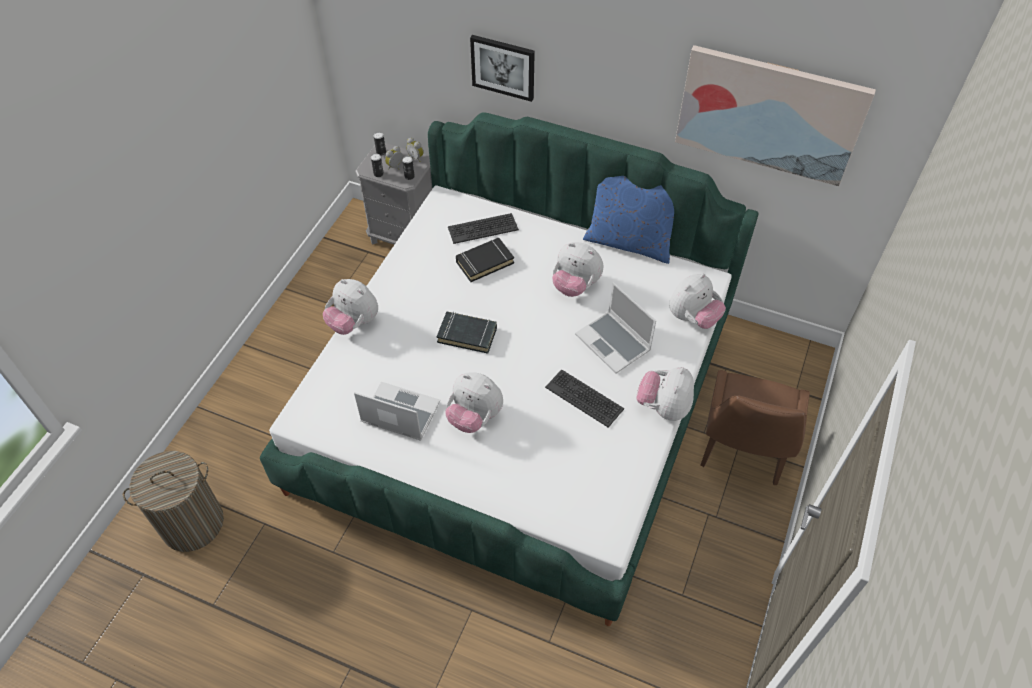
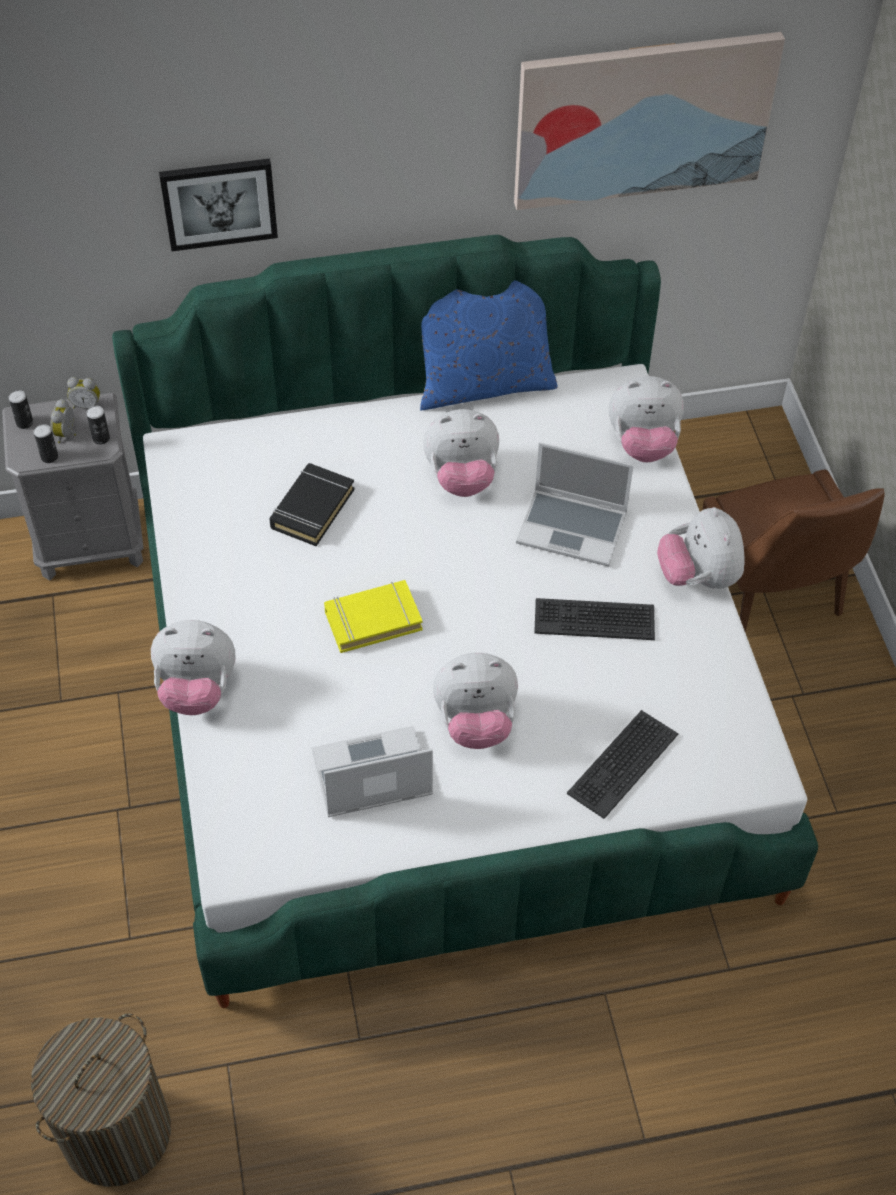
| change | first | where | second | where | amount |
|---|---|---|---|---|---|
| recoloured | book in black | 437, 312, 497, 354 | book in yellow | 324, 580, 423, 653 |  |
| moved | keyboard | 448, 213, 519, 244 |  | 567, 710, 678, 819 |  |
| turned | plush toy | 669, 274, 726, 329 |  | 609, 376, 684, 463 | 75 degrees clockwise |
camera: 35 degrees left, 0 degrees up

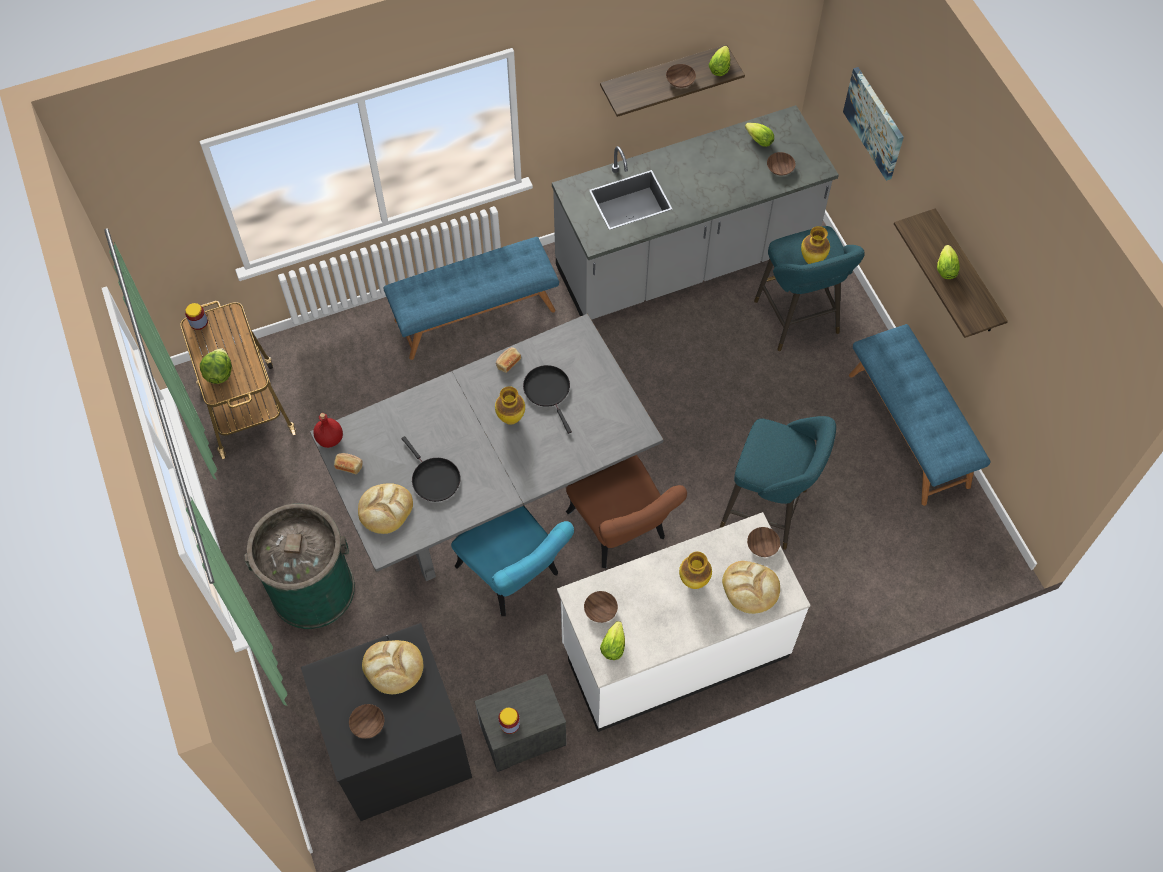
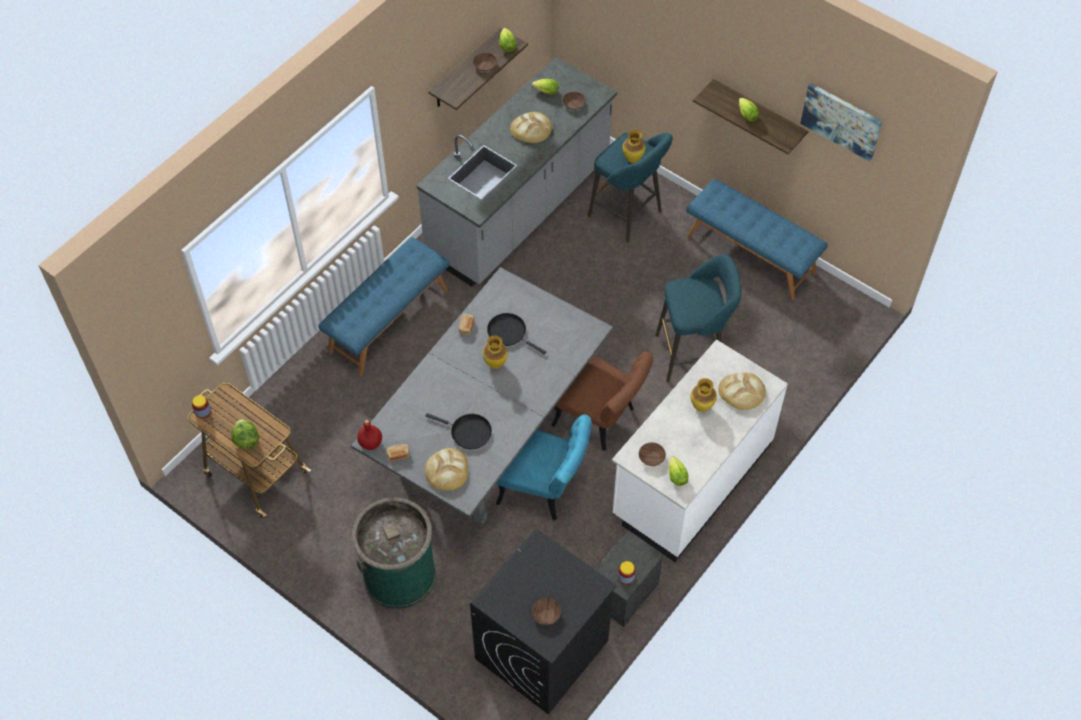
| change | first | where | second | where | amount |
|---|---|---|---|---|---|
| moved | bread | 362, 640, 423, 694 |  | 510, 112, 552, 143 |  |
| moved | picture | 843, 67, 904, 181 |  | 800, 83, 883, 162 |  |
| removed | bowl in brown | 747, 527, 780, 557 |  |  |  |
camera: 30 degrees left, 5 degrees down

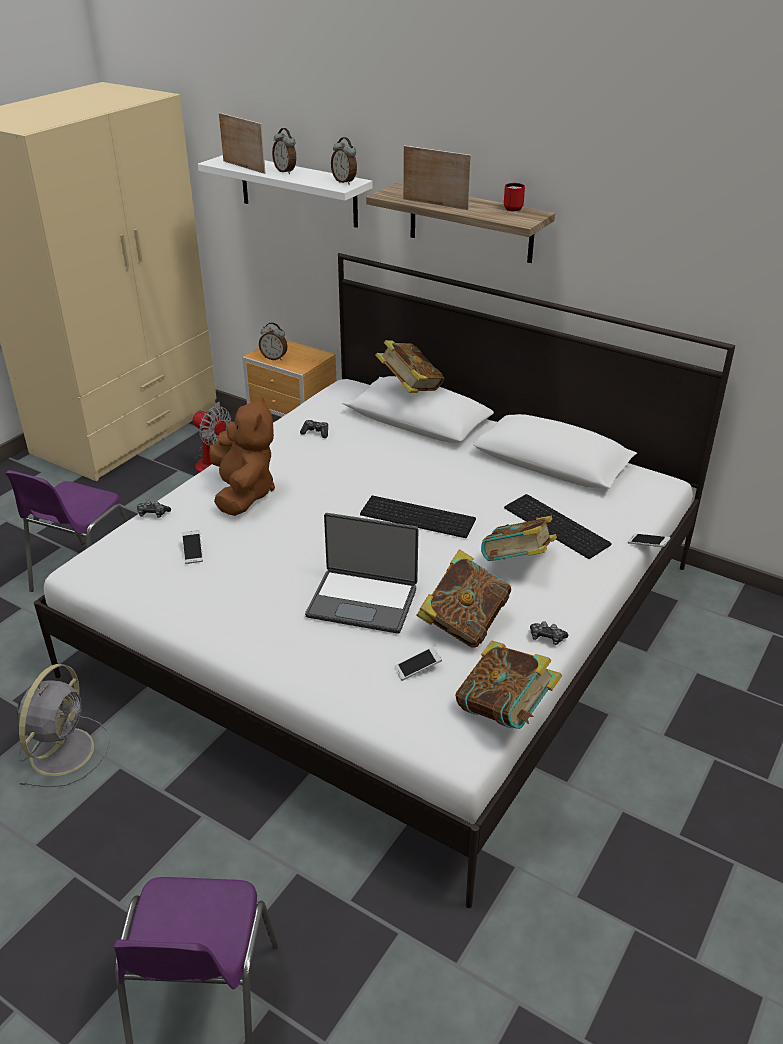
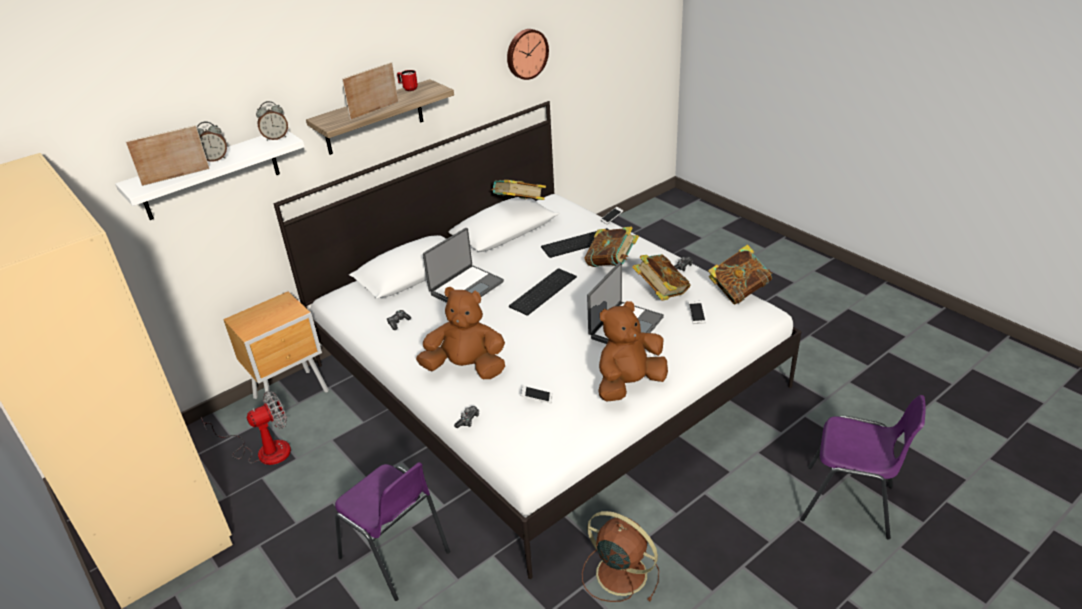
| change | first | where | second | where | amount |
|---|---|---|---|---|---|
| added |  |  | laptop | 423, 228, 504, 303 |  |
| moved | book | 375, 340, 445, 393 |  | 491, 180, 546, 200 |  |
| added |  |  | wall clock | 507, 29, 549, 80 |  |
| recoloured | fan in grey | 17, 664, 110, 787 | fan in brown | 582, 511, 659, 602 |  |
| added |  |  | plush toy in brown | 598, 301, 668, 402 |  |
| removed | alarm clock | 259, 323, 288, 361 |  |  |  |
camera: 70 degrees left, 0 degrees up

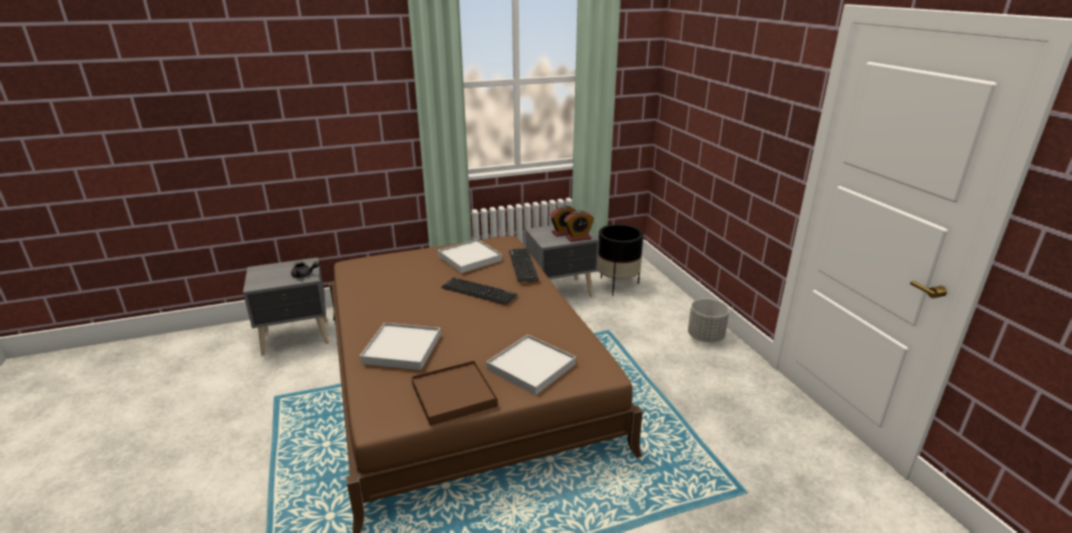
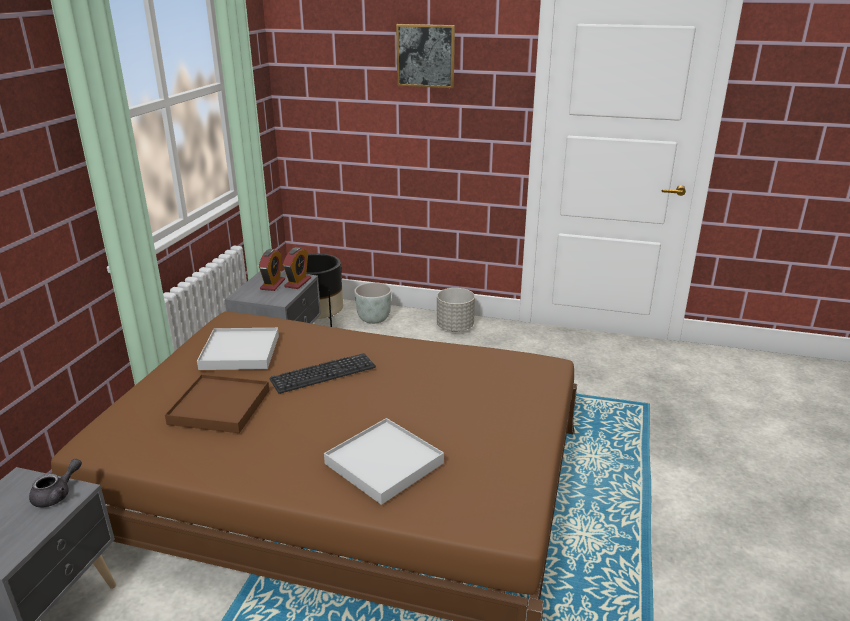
| change | first | where | second | where | amount |
|---|---|---|---|---|---|
| moved | tray in brown | 411, 360, 498, 426 |  | 165, 374, 269, 433 |  |
| added |  |  | planter in grey | 354, 282, 392, 324 |  |
| added |  |  | picture | 396, 24, 455, 88 |  |
| removed | tray in white | 486, 335, 576, 395 |  |  |  |
| removed | keyboard | 509, 248, 539, 282 |  |  |  |
camera: 55 degrees left, 0 degrees up

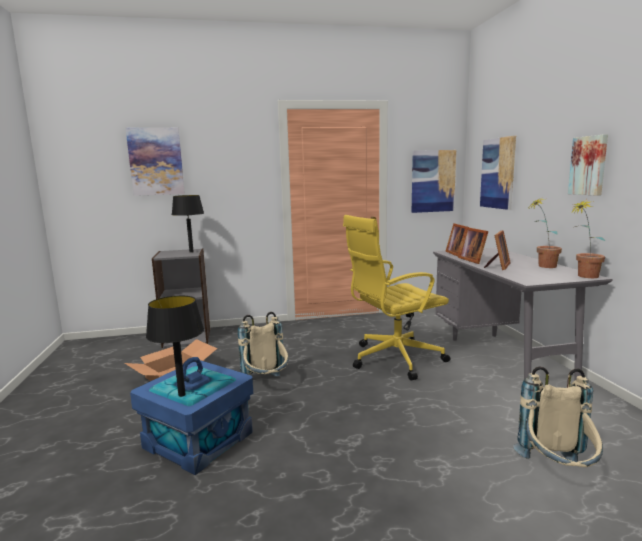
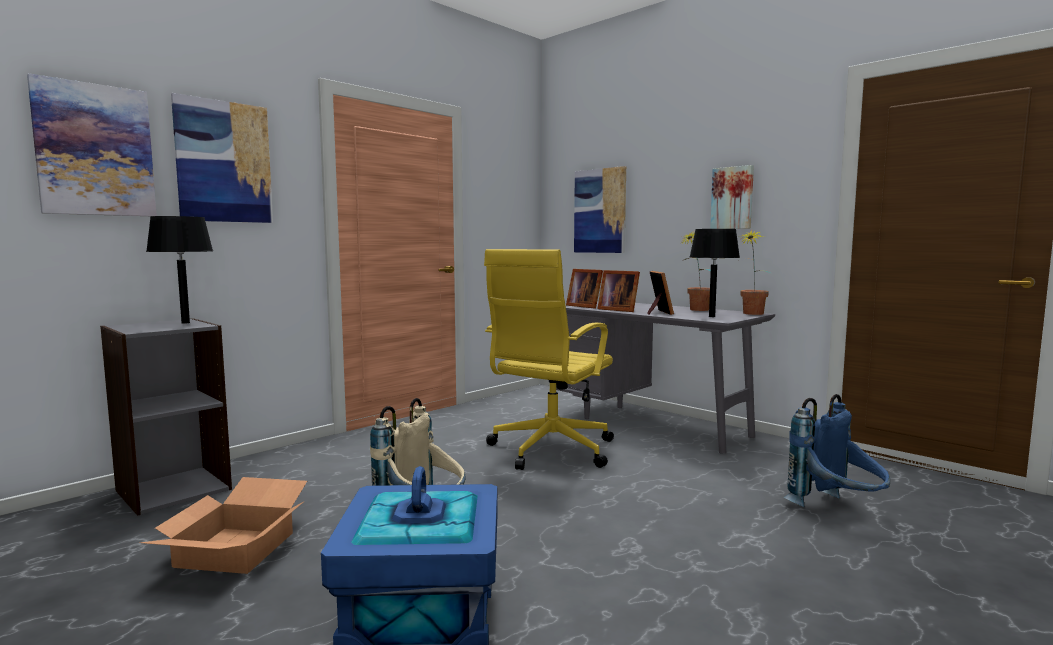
| change | first | where | second | where | amount |
|---|---|---|---|---|---|
| moved | picture | 412, 150, 456, 213 |  | 171, 93, 273, 223 |  |
| moved | table lamp in black | 146, 296, 204, 397 |  | 690, 229, 740, 317 |  |
| recoloured | backpack in beige | 513, 367, 603, 467 | backpack in blue | 783, 394, 890, 507 |  |
camera: 35 degrees left, 5 degrees down

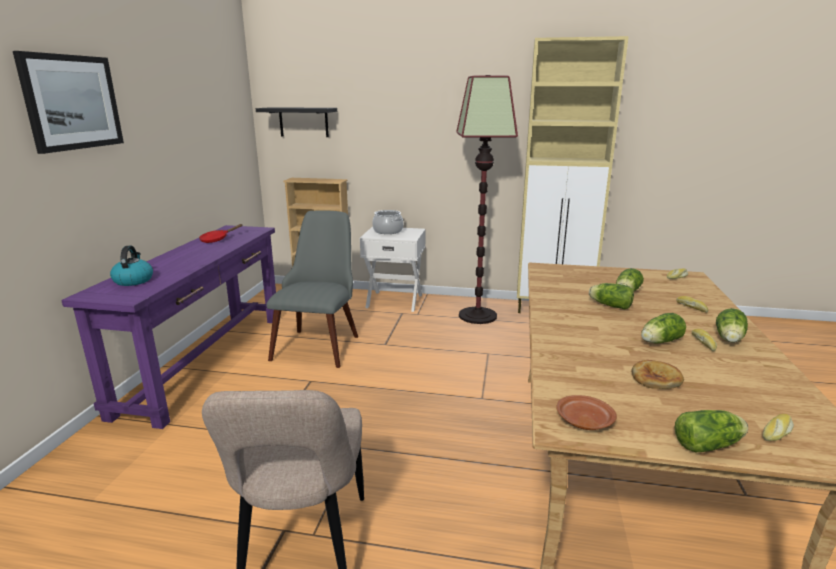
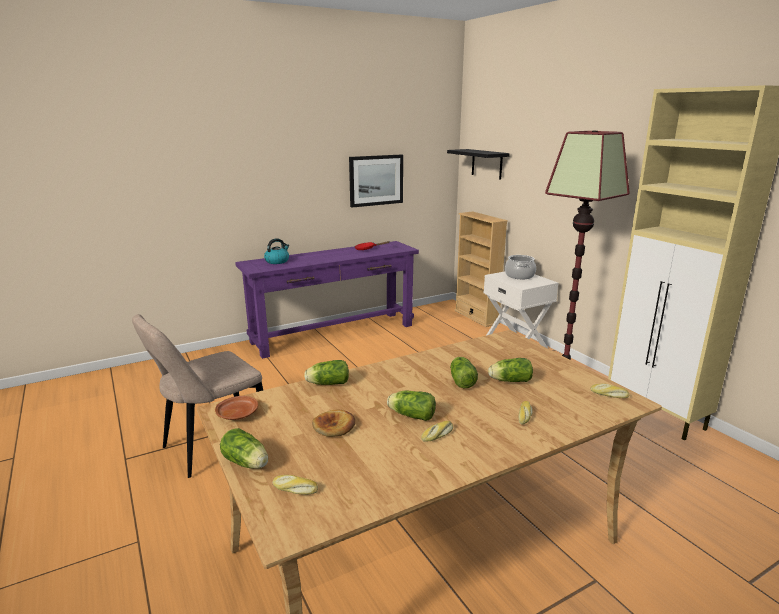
| change | first | where | second | where | amount |
|---|---|---|---|---|---|
| moved | lettuce | 716, 308, 748, 343 |  | 304, 360, 349, 385 |  |
| moved | picture | 13, 51, 124, 154 |  | 349, 154, 403, 208 |  |
| removed | chair in grey | 266, 210, 358, 368 |  |  |  |
camera: 50 degrees right, 0 degrees up

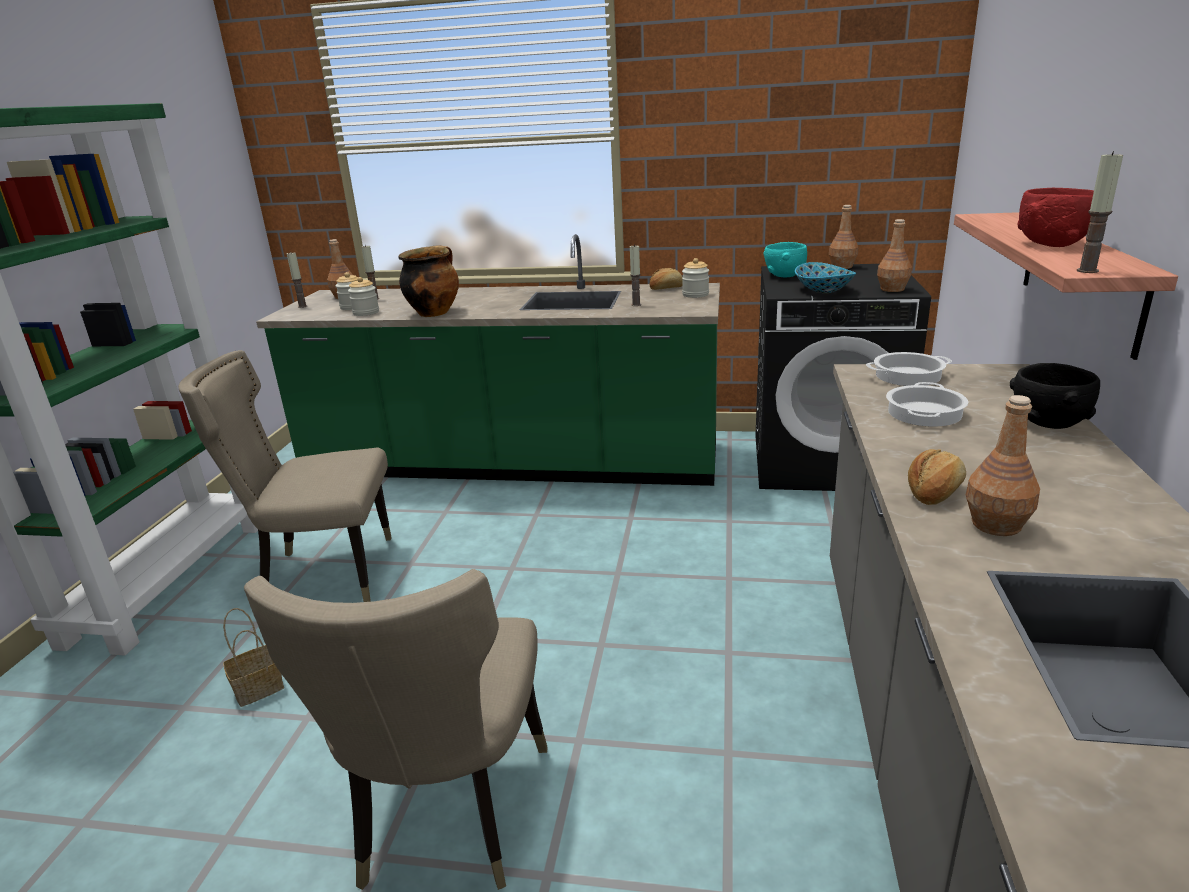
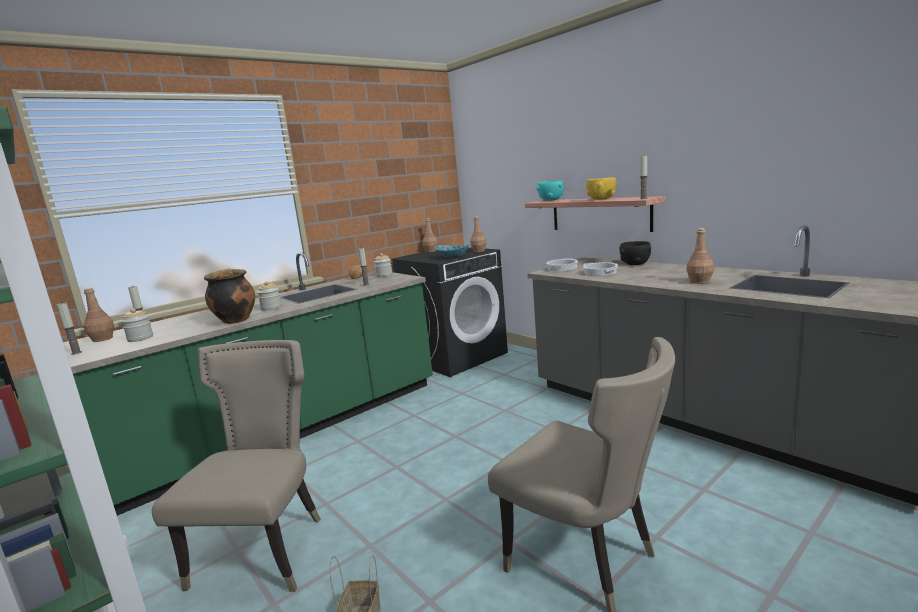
| change | first | where | second | where | amount |
|---|---|---|---|---|---|
| turned | chair in beige | 178, 350, 392, 602 |  | 152, 340, 321, 592 | 150 degrees clockwise |
| moved | jar | 348, 277, 379, 316 |  | 257, 281, 282, 311 |  |
| moved | bowl in turquoise | 763, 242, 807, 277 |  | 537, 180, 564, 201 |  |
| recoloured | bowl in red | 1018, 188, 1094, 247 | bowl in yellow | 586, 177, 617, 200 |  |
| removed | bread | 908, 449, 966, 505 |  |  |  |
camera: 50 degrees left, 10 degrees down

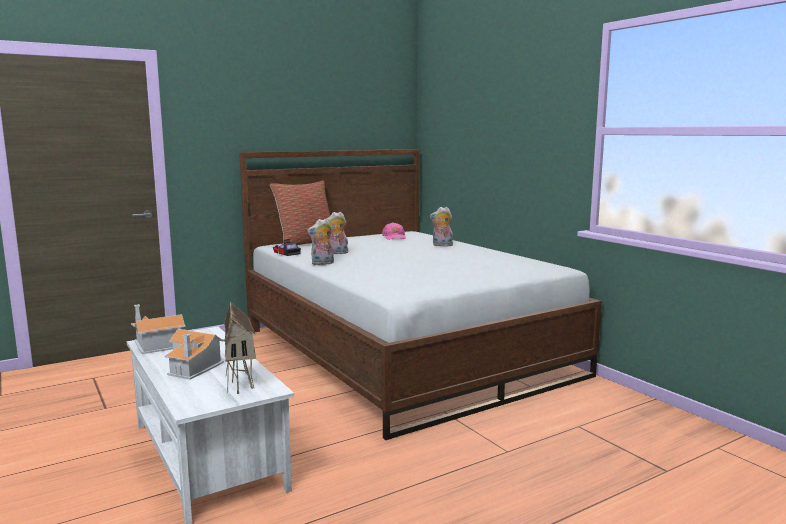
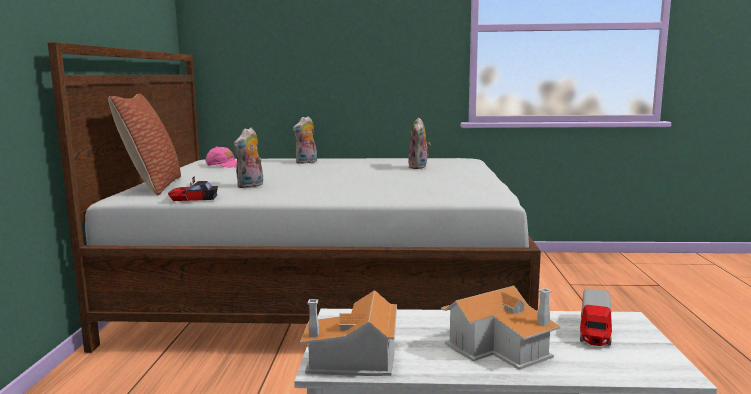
| change | first | where | second | where | amount |
|---|---|---|---|---|---|
| moved | plush toy | 307, 218, 334, 265 |  | 408, 118, 431, 169 |  |
| replaced | toy house | 224, 301, 256, 394 | toy truck | 580, 289, 612, 346 |  |
camera: 55 degrees left, 0 degrees up

